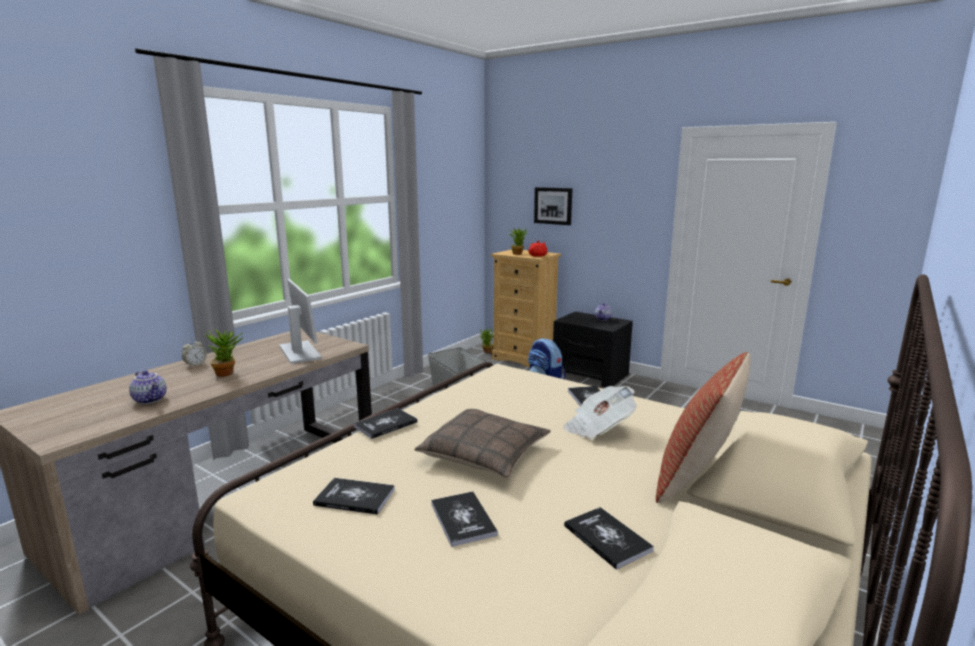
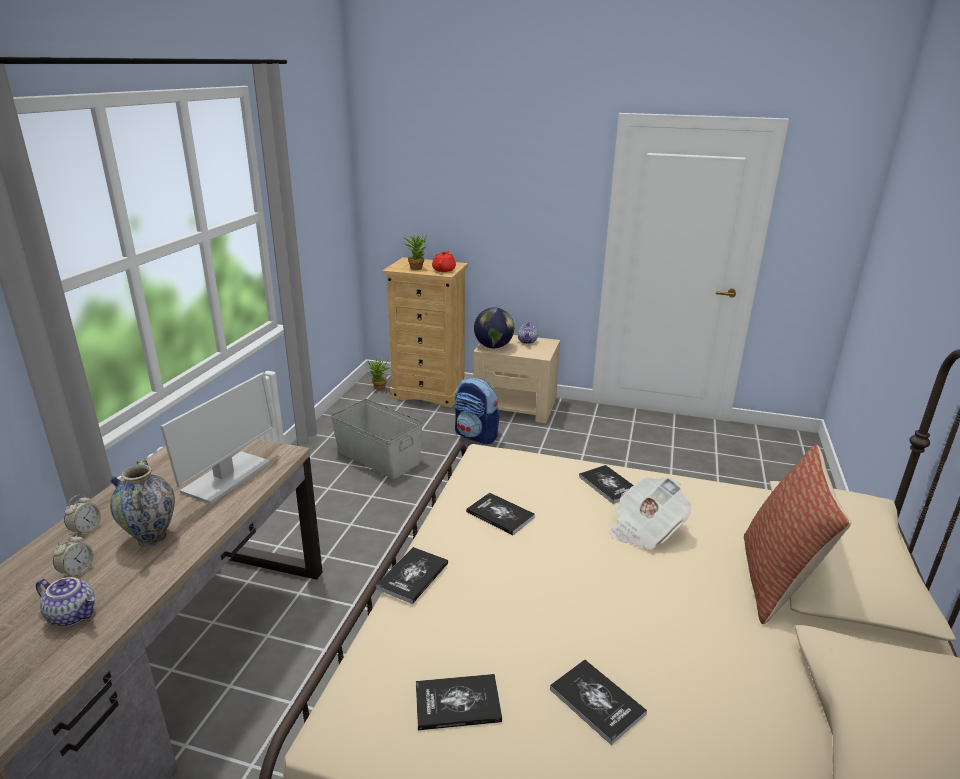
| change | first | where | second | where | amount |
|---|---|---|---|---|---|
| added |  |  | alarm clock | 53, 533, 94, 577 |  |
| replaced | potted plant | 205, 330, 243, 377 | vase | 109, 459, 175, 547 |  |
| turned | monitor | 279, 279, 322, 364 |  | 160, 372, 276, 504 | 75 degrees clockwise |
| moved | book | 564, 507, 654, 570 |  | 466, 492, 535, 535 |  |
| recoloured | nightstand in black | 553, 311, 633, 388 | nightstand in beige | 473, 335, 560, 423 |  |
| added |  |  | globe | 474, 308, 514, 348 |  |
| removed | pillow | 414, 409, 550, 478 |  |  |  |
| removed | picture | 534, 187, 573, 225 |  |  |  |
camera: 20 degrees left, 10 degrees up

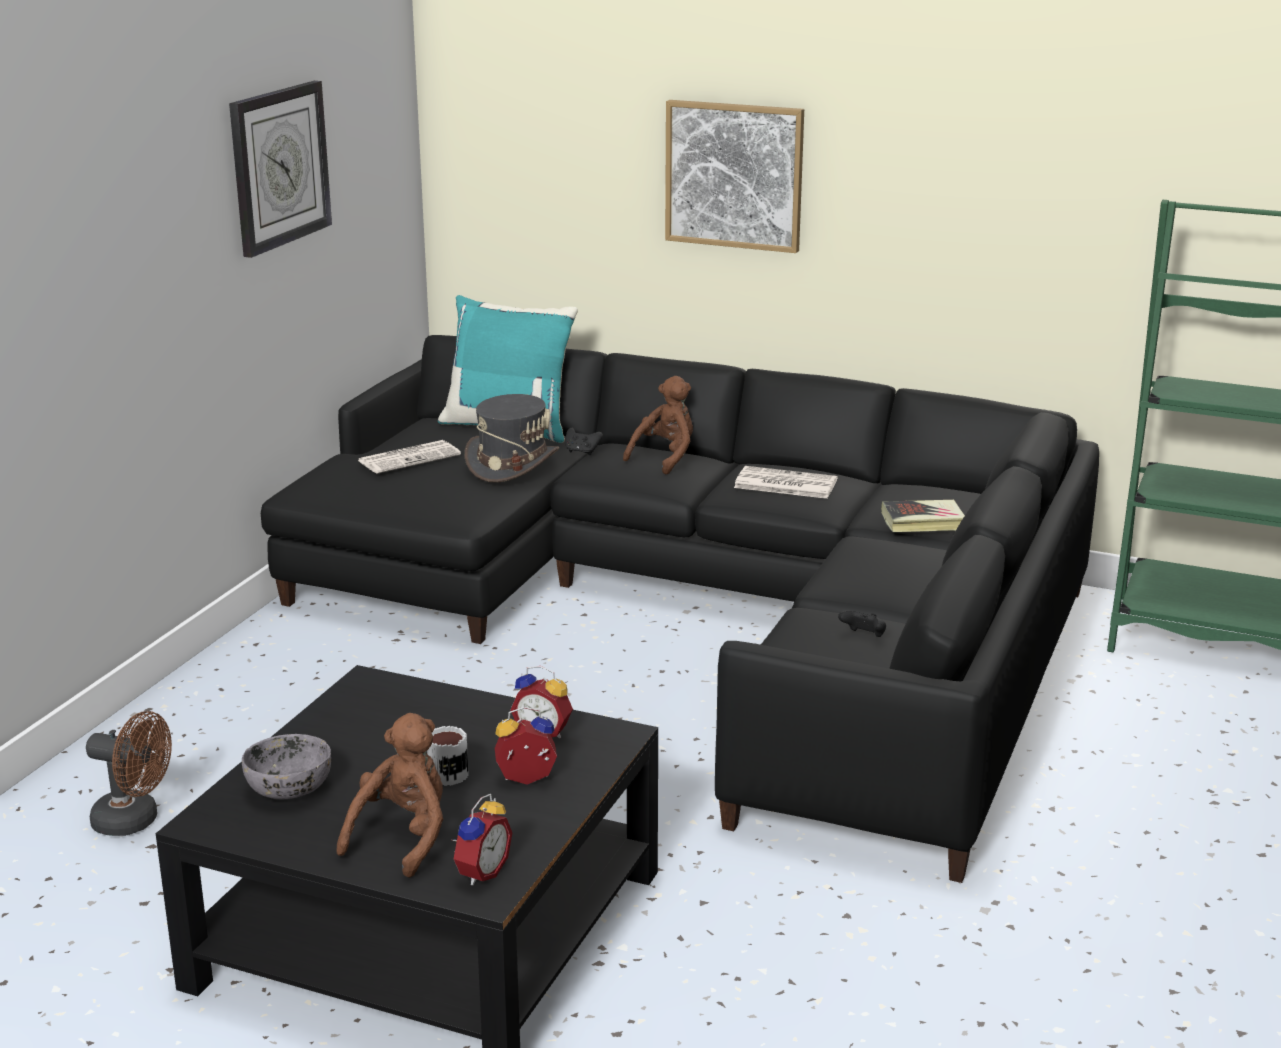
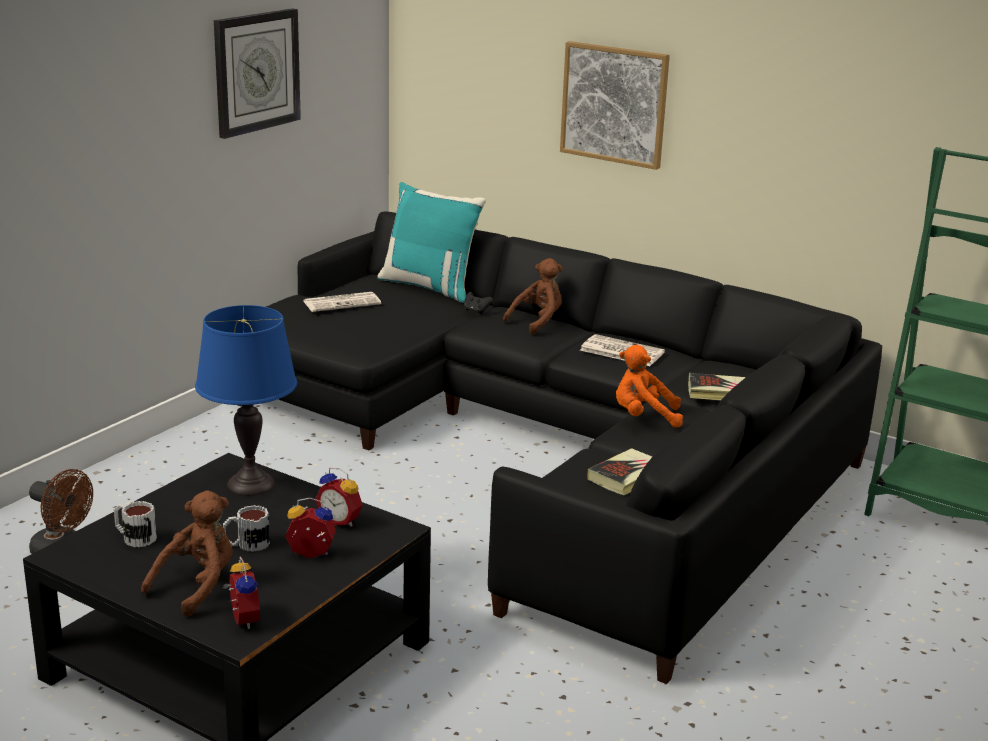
| change | first | where | second | where | amount |
|---|---|---|---|---|---|
| replaced | bowl in grey | 242, 734, 331, 800 | mug | 114, 501, 157, 547 |  |
| added |  |  | table lamp in blue | 195, 305, 297, 495 |  |
| turned | alarm clock | 452, 794, 512, 885 |  | 223, 557, 260, 629 | 60 degrees counterclockwise |
| replaced | game controller in black | 838, 611, 886, 637 | book | 587, 448, 652, 495 |  |
| added |  |  | plush toy in orange | 616, 345, 683, 428 |  |
| removed | hat in grey | 465, 394, 559, 483 |  |  |  |
camera: 10 degrees right, 0 degrees up

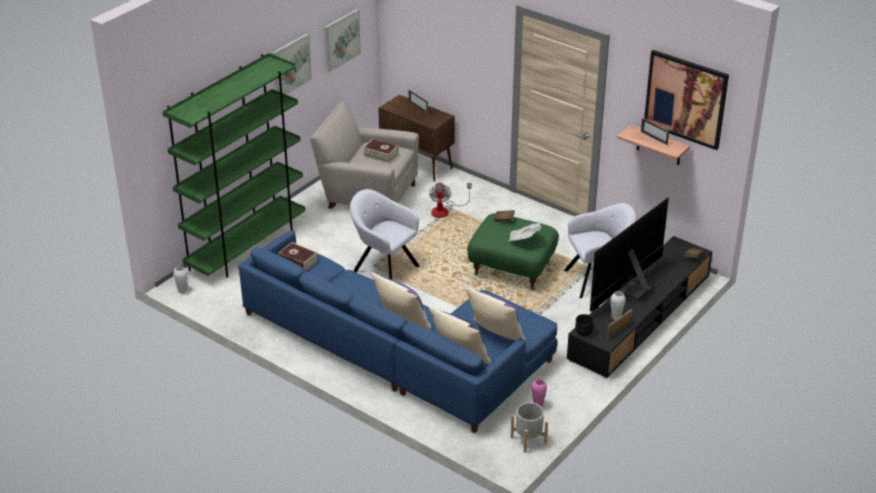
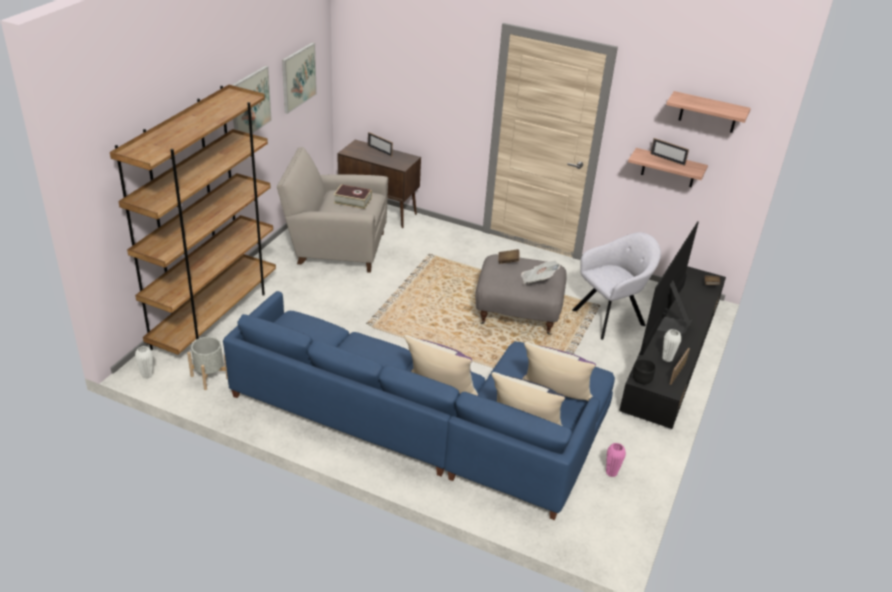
| change | first | where | second | where | amount |
|---|---|---|---|---|---|
| recoloured | bookcase in green | 162, 53, 305, 278 | bookcase in brown | 110, 85, 276, 355 |  |
| moved | planter in grey | 510, 402, 548, 453 |  | 187, 337, 228, 390 |  |
| recoloured | ottoman in green | 467, 213, 559, 290 | ottoman in grey | 475, 254, 567, 335 |  |
| replaced | picture | 644, 50, 729, 150 | shelf | 666, 91, 751, 133 |  |
| removed | book | 278, 242, 318, 271 |  |  |  |
| removed | armchair in grey | 350, 189, 420, 280 |  |  |  |
| removed | fan | 429, 182, 472, 218 |  |  |  |
camera: 15 degrees left, 0 degrees up

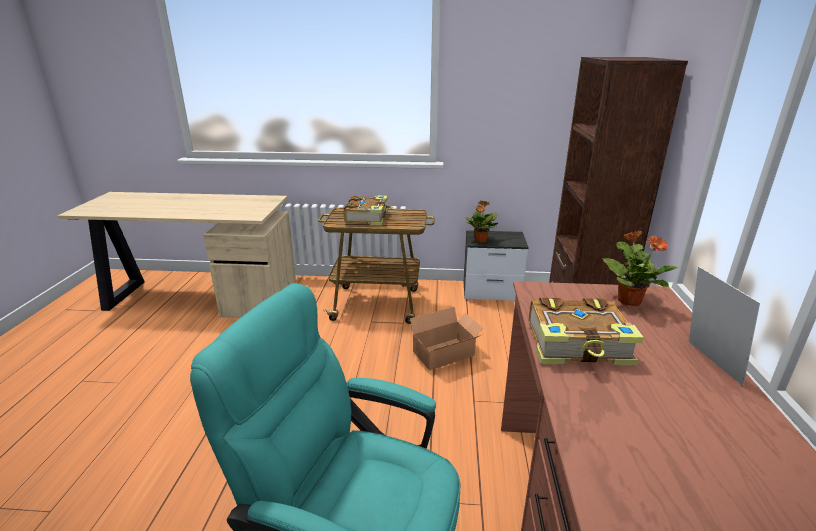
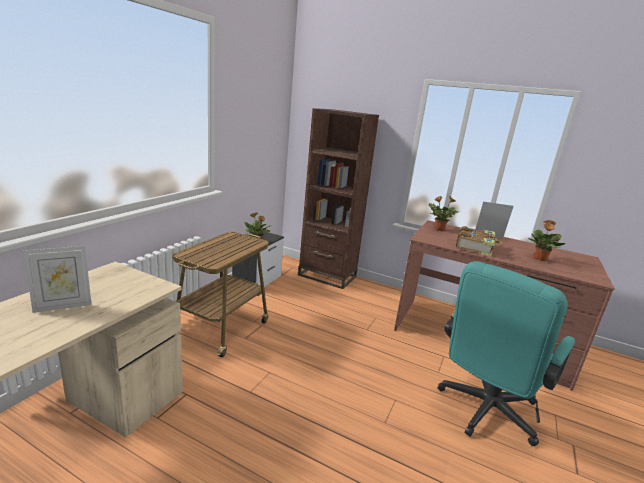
| change | first | where | second | where | amount |
|---|---|---|---|---|---|
| added |  |  | picture frame | 24, 246, 92, 313 |  |
| added |  |  | potted plant | 528, 220, 565, 261 |  |
| removed | book | 344, 196, 393, 225 |  |  |  |
| removed | cardboard box | 410, 307, 483, 370 |  |  |  |
camera: 70 degrees left, 5 degrees down

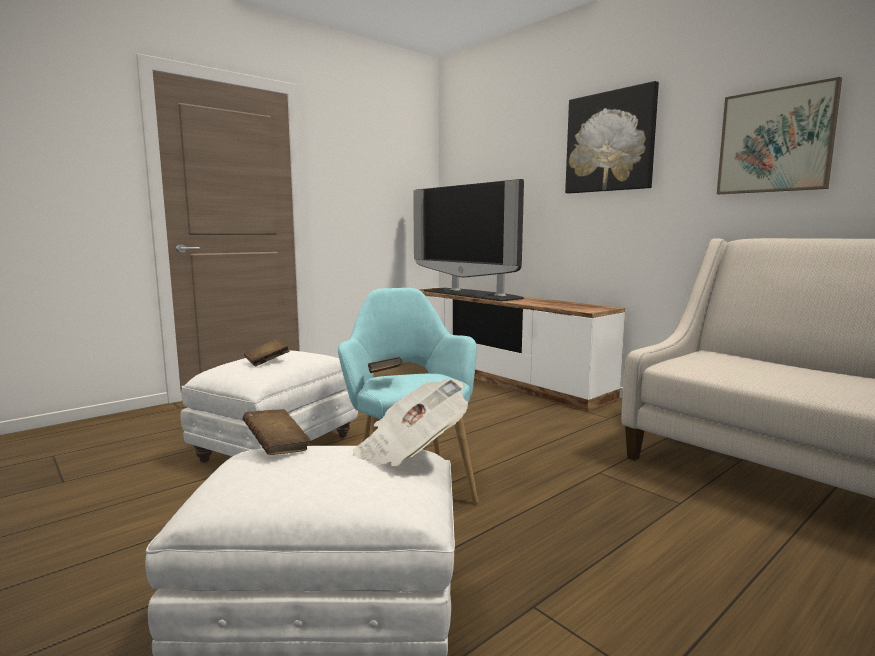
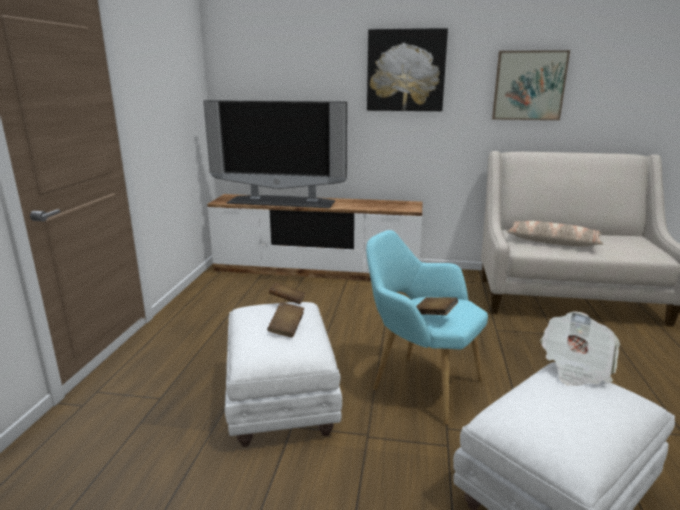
| change | first | where | second | where | amount |
|---|---|---|---|---|---|
| moved | book in brown | 243, 409, 311, 455 |  | 269, 283, 306, 304 |  |
| added |  |  | pillow | 506, 221, 604, 247 |  |
camera: 40 degrees left, 10 degrees up

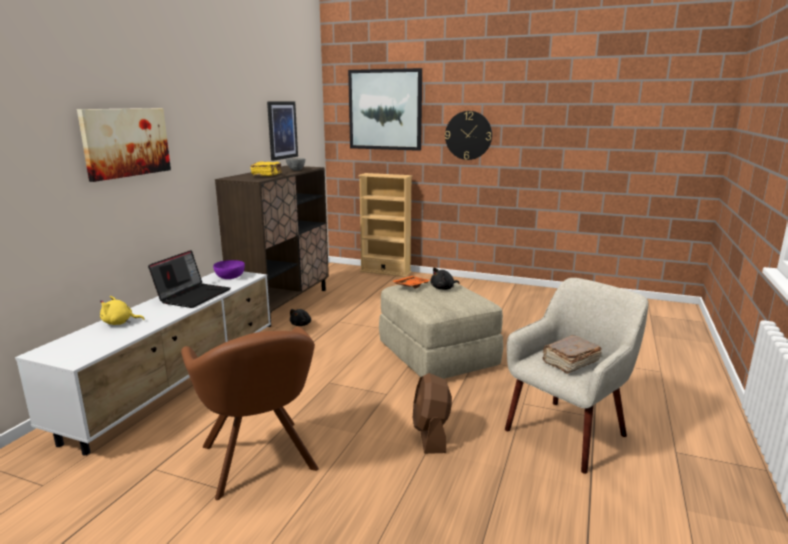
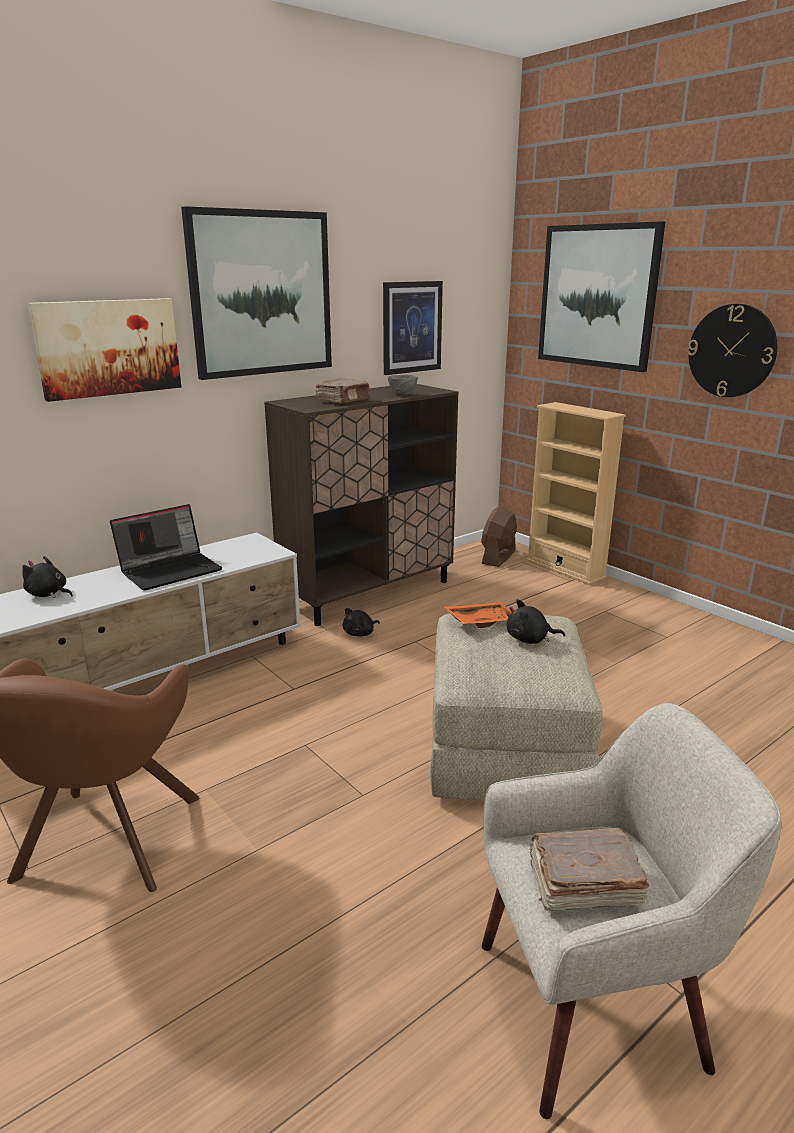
| change | first | where | second | where | amount |
|---|---|---|---|---|---|
| recoloured | plush toy in yellow | 100, 296, 145, 325 | plush toy in black | 22, 556, 73, 598 |  |
| added |  |  | picture | 181, 206, 332, 380 |  |
| recoloured | book in yellow | 251, 161, 282, 176 | book in brown | 315, 378, 370, 403 |  |
| moved | fan in brown | 413, 373, 452, 454 |  | 481, 506, 517, 567 |  |
| removed | bowl in purple | 213, 260, 245, 279 |  |  |  |
camera: 30 degrees right, 5 degrees up

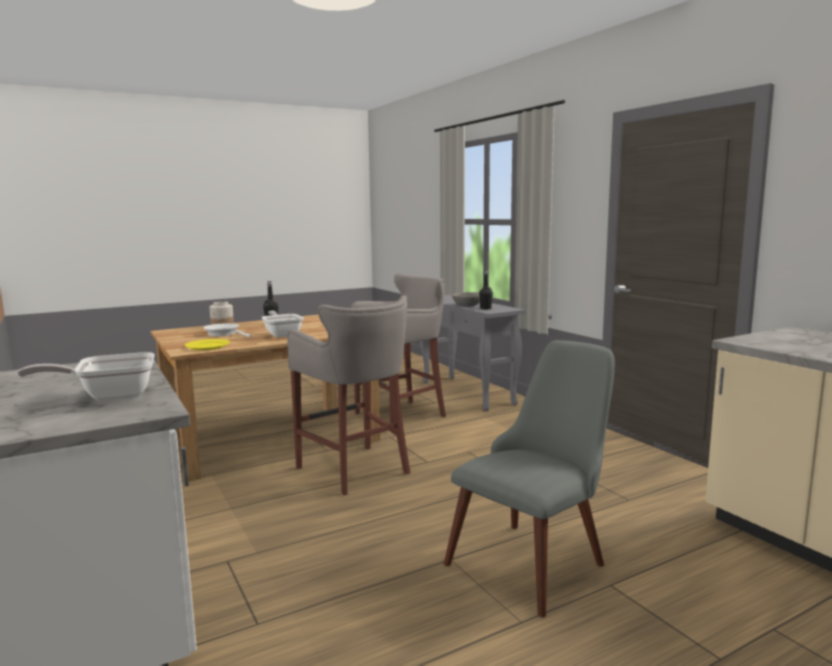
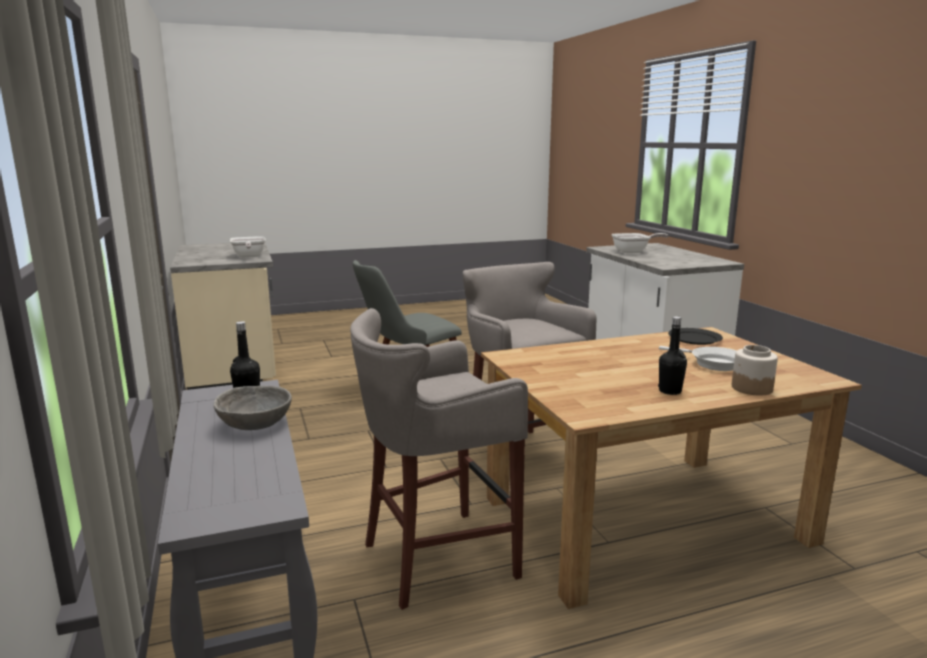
| change | first | where | second | where | amount |
|---|---|---|---|---|---|
| moved | frying pan | 262, 310, 304, 338 |  | 230, 236, 266, 258 |  |
| recoloured | plate in yellow | 184, 339, 230, 350 | plate in black | 668, 328, 723, 345 |  |
camera: 170 degrees left, 5 degrees up

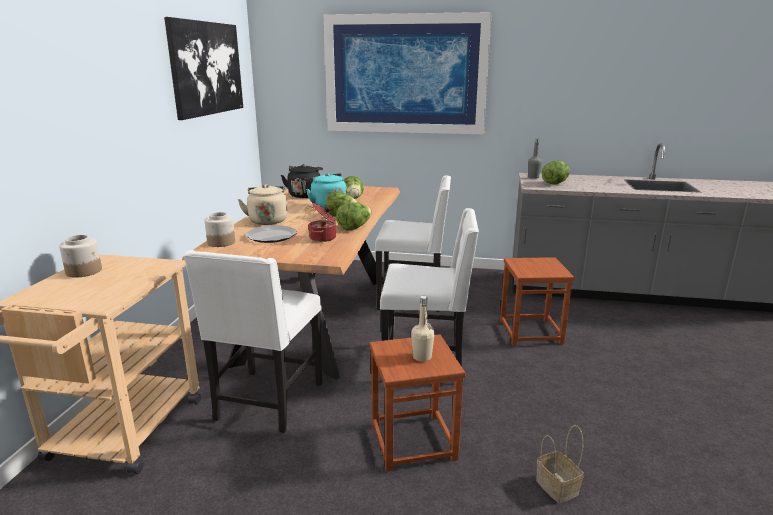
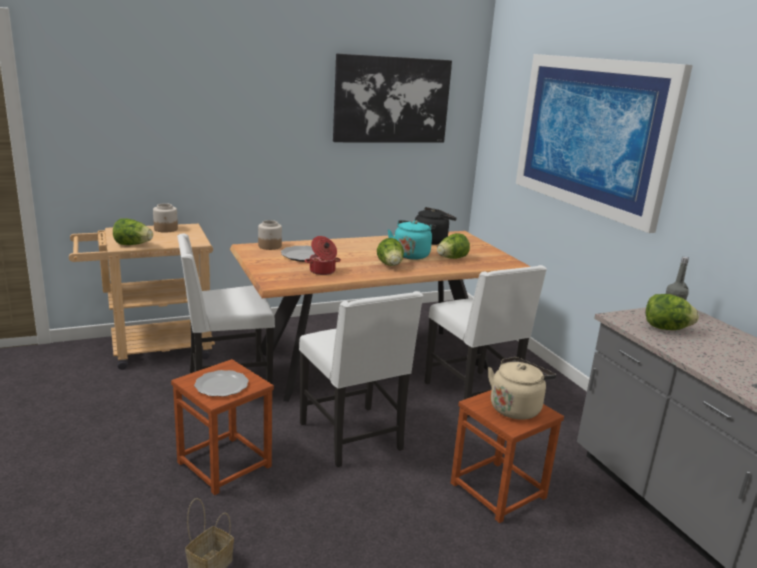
| change | first | where | second | where | amount |
|---|---|---|---|---|---|
| moved | lettuce | 336, 203, 372, 231 |  | 113, 218, 153, 245 |  |
| replaced | bottle in beige | 411, 296, 435, 362 | plate | 194, 370, 249, 397 |  |
| moved | kettle in beige | 238, 184, 287, 225 |  | 488, 357, 556, 420 |  |
camera: 55 degrees right, 0 degrees up

